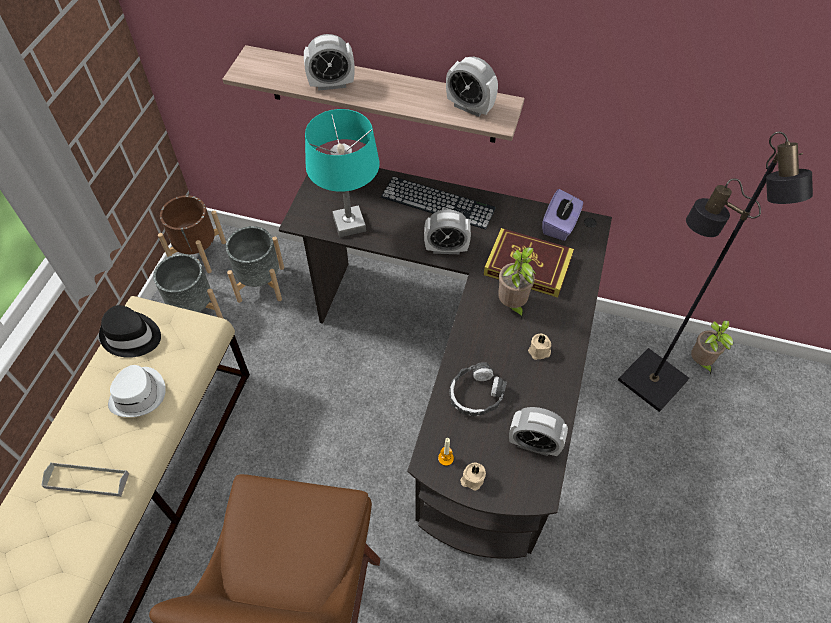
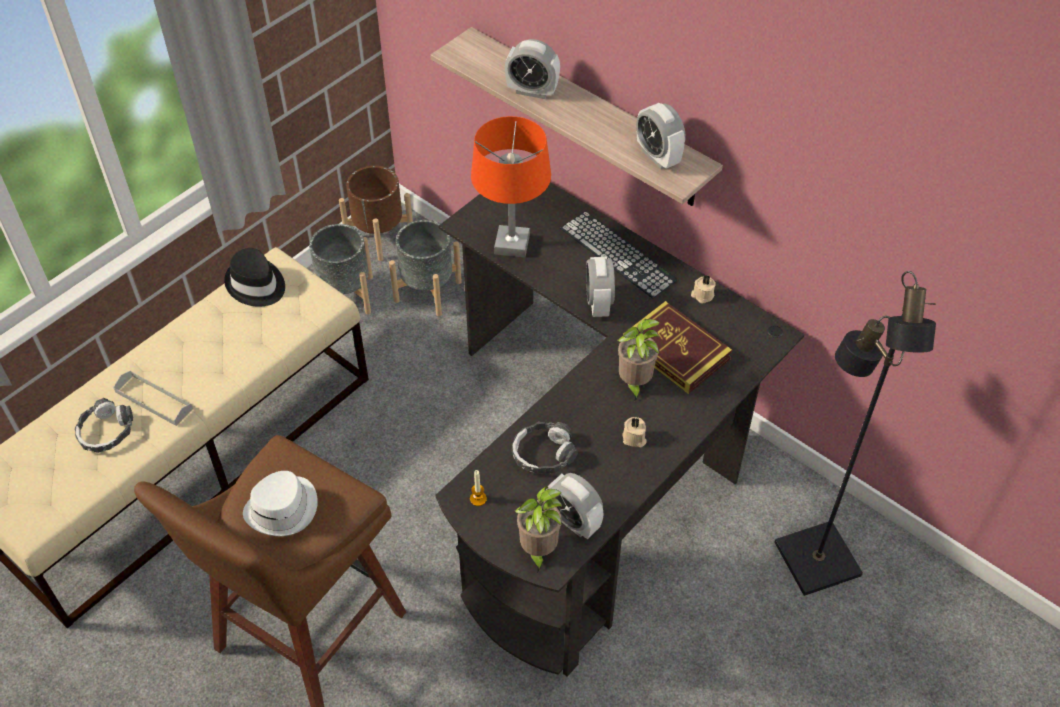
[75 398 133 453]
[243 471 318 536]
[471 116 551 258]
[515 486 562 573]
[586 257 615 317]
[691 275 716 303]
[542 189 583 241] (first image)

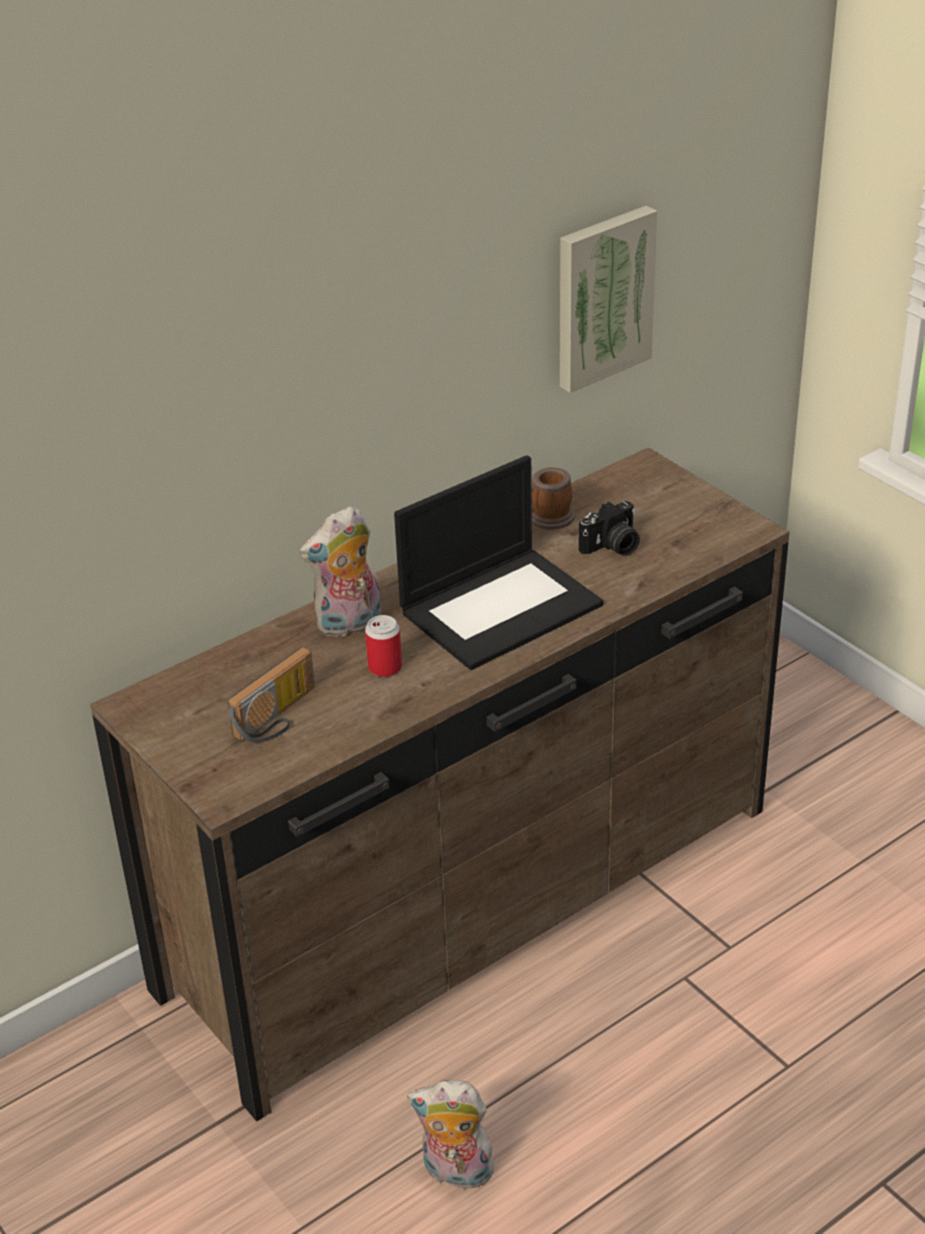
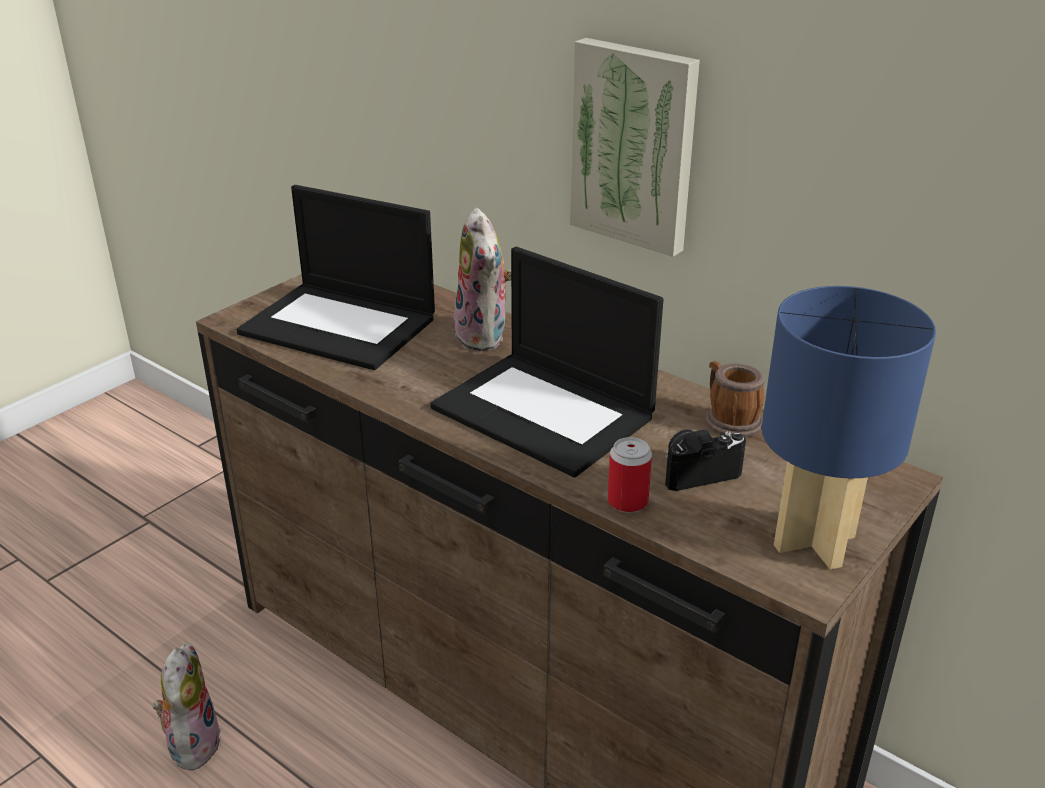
[236 185 435 370]
[454 208 511 351]
[570 38 700 257]
[608 437 652 513]
[665 430 746 491]
[761 286 936 569]

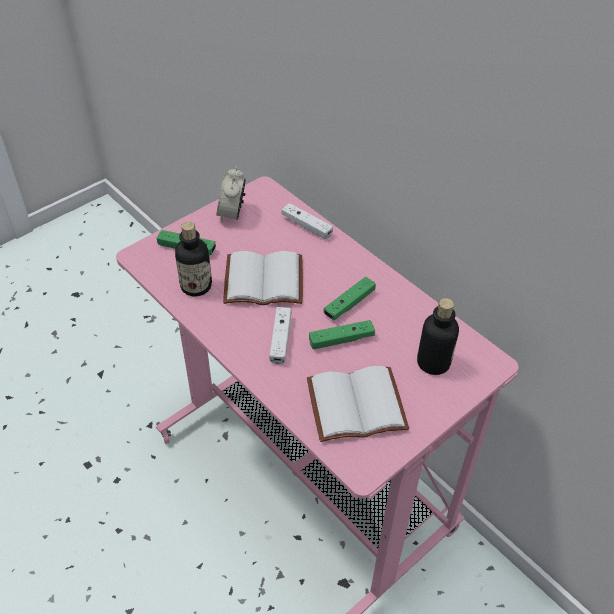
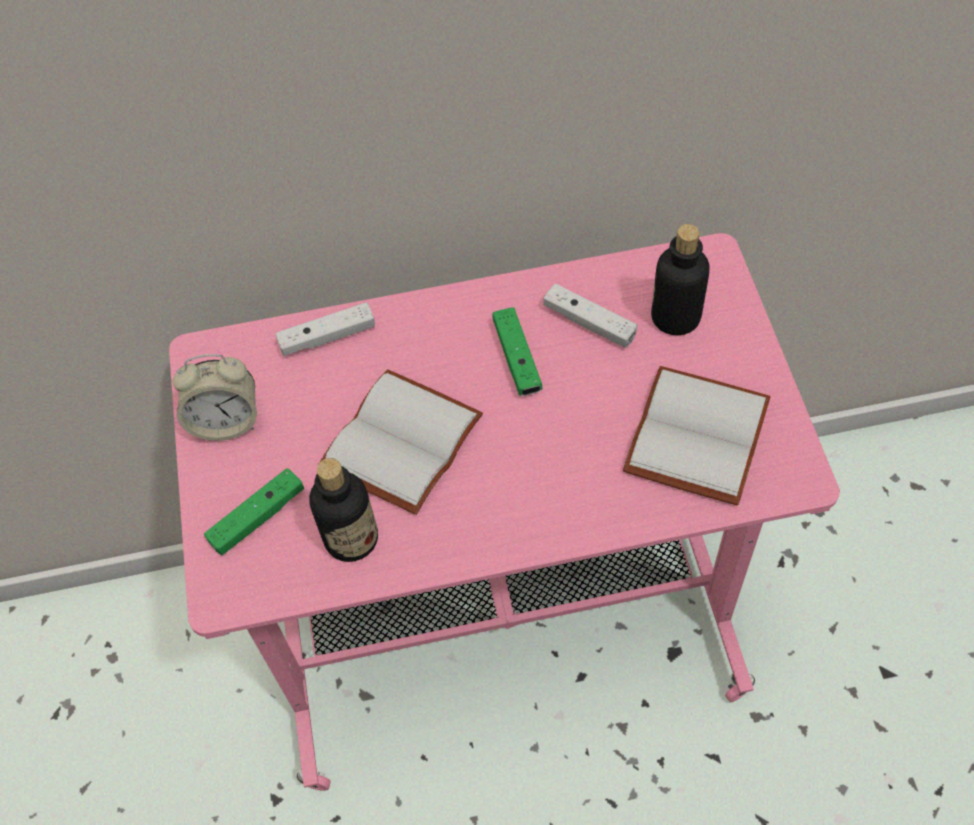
[173 354 257 441]
[543 283 637 348]
[309 320 375 349] (first image)

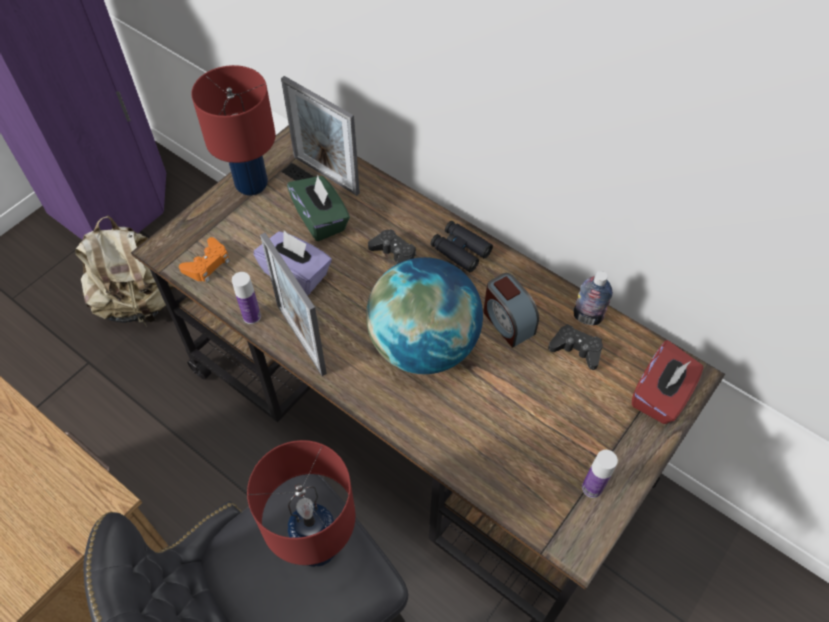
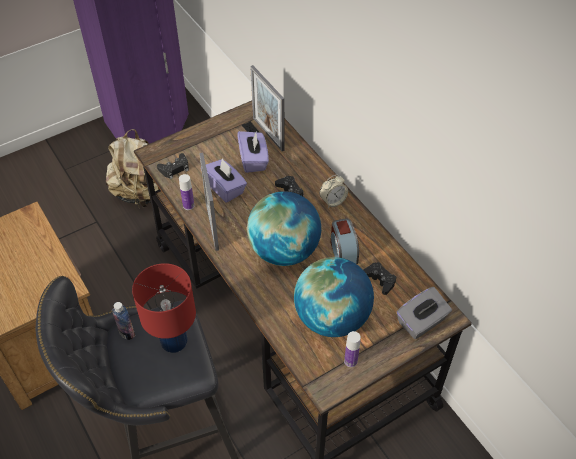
[112 302 135 340]
[157 153 189 179]
[238 130 269 173]
[294 257 374 337]
[320 175 348 208]
[396 287 452 339]
[191 65 276 196] (first image)

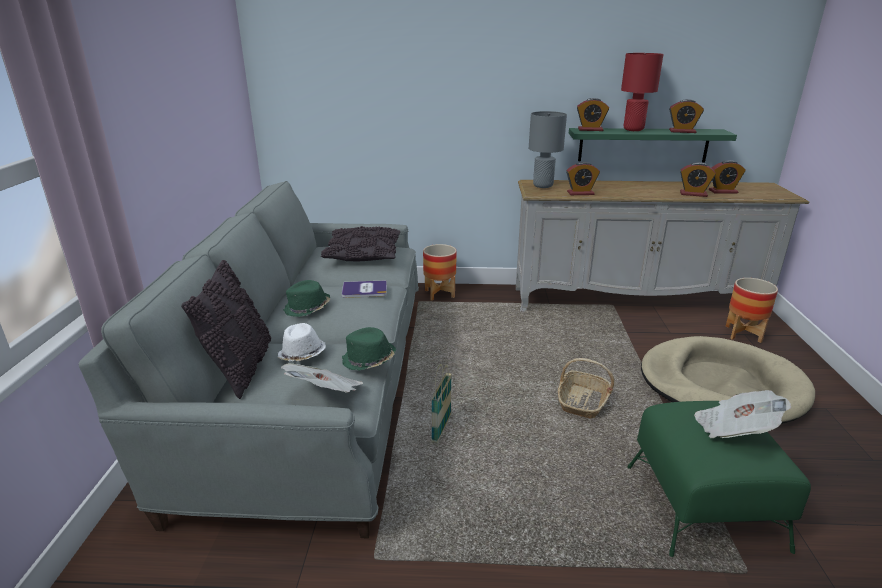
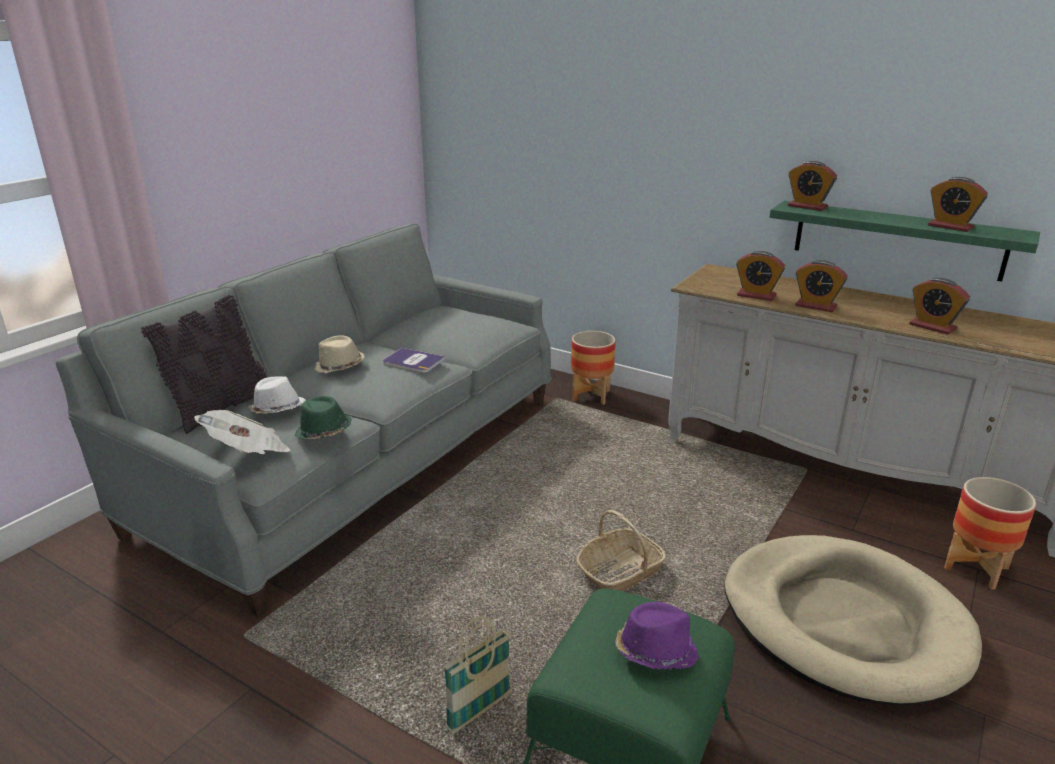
[315 335 365 373]
[444 616 511 734]
[616 602 699 670]
[796 260 848 312]
[321 226 400 261] (first image)
[529 111 567 188] (first image)
[621 53 663 131] (first image)

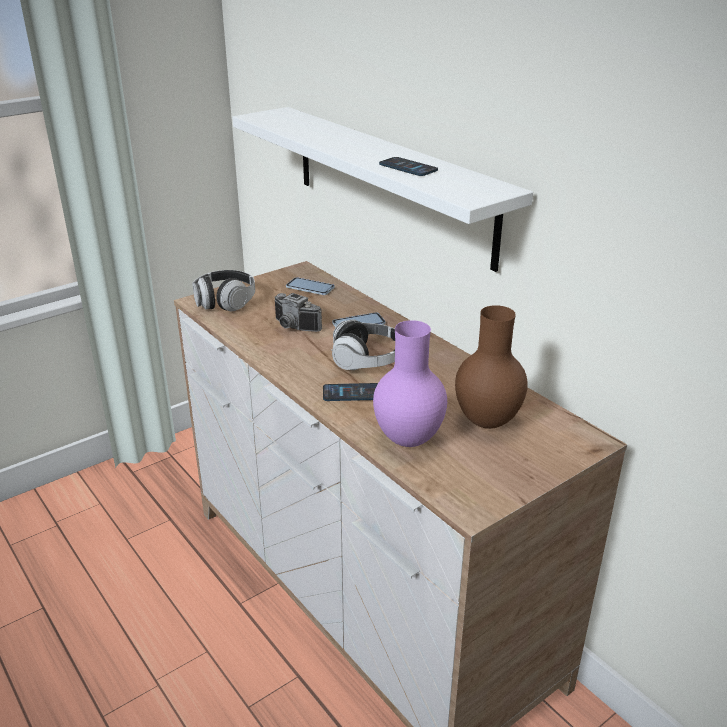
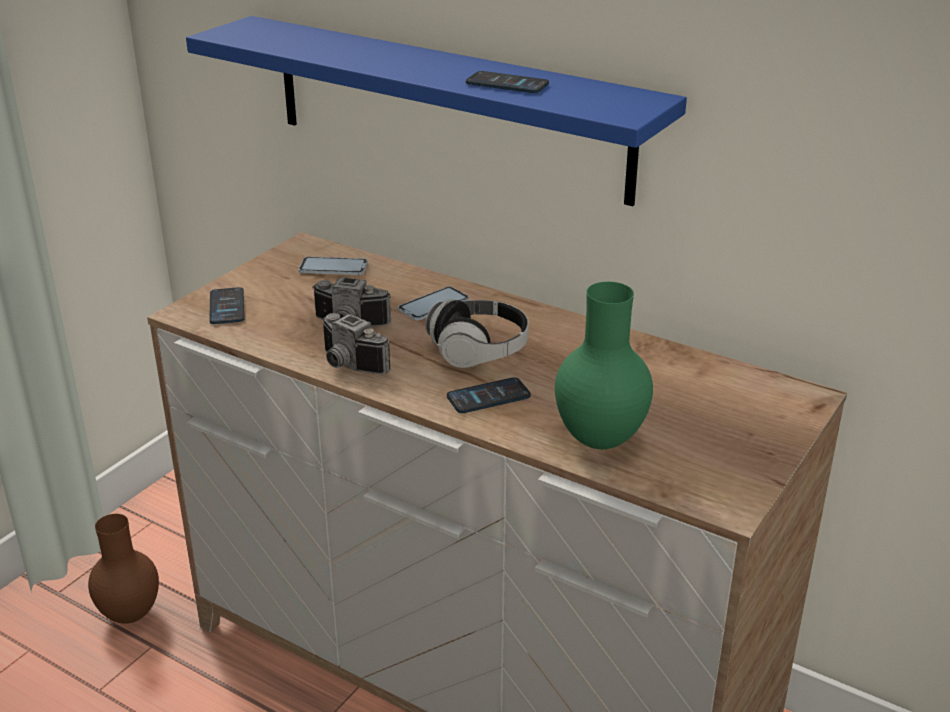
[88 514 159 624]
[186 16 687 206]
[209 287 245 324]
[323 313 391 374]
[555 282 653 449]

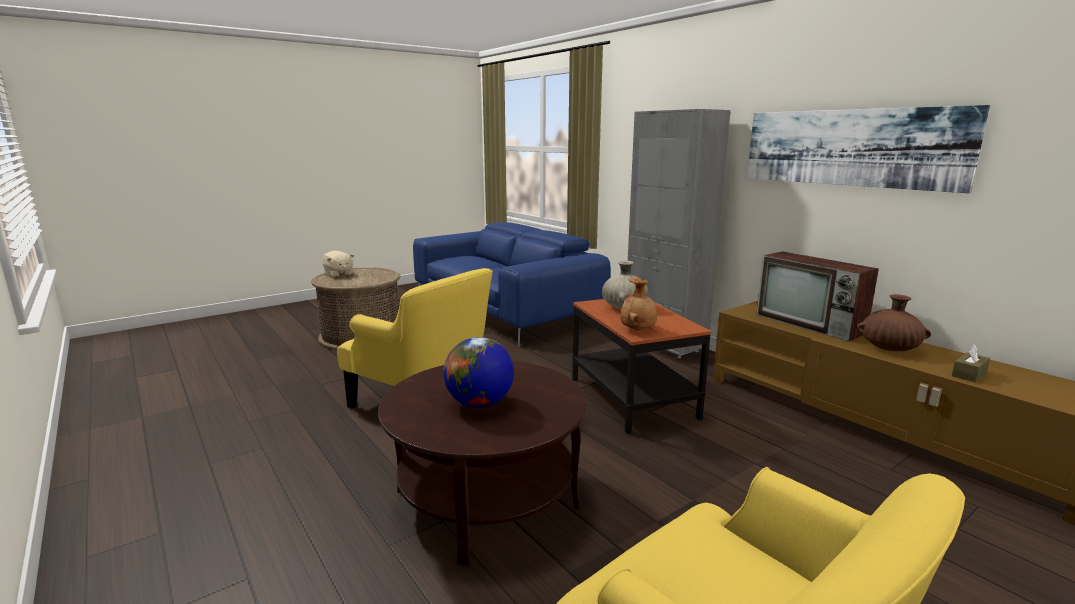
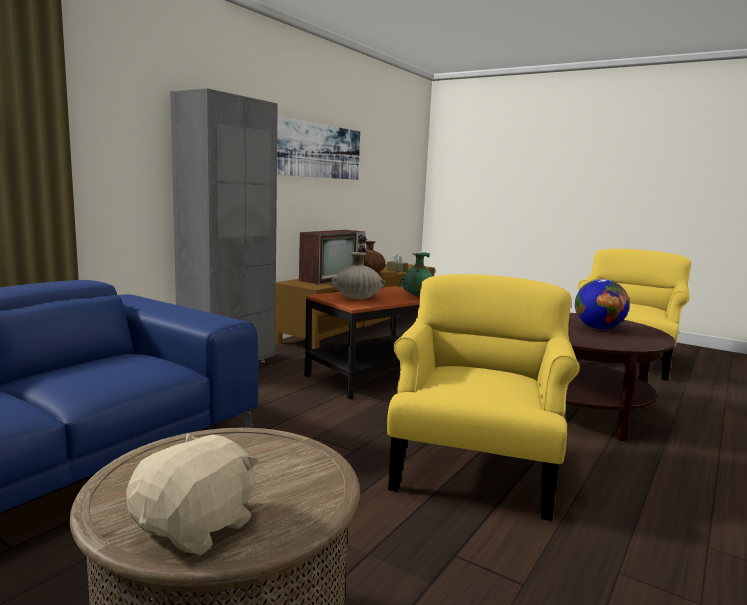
[400 252 433 297]

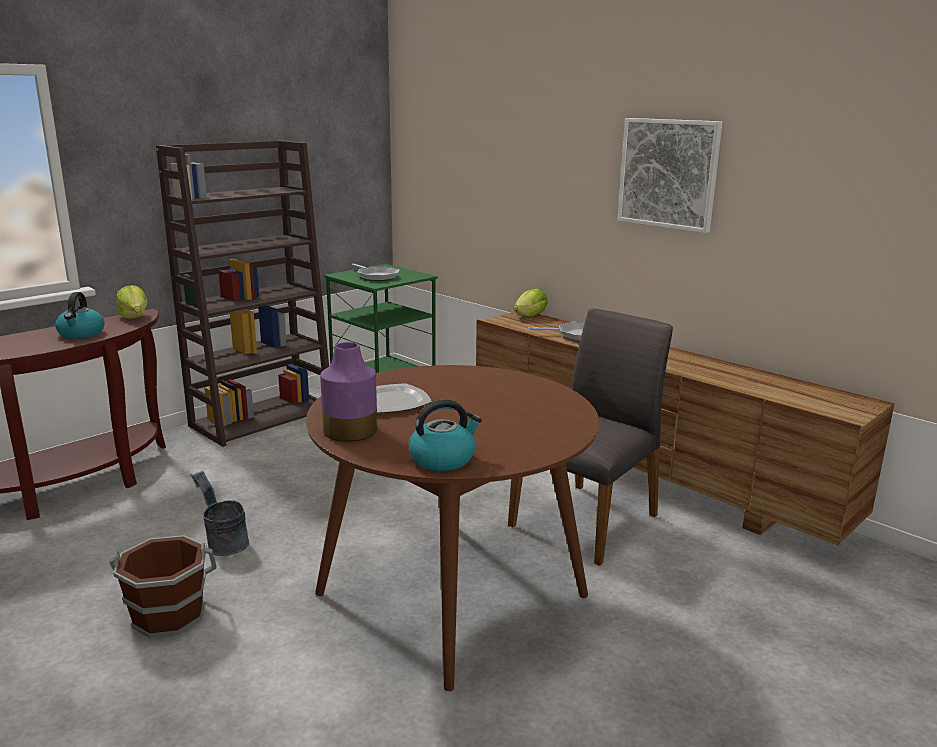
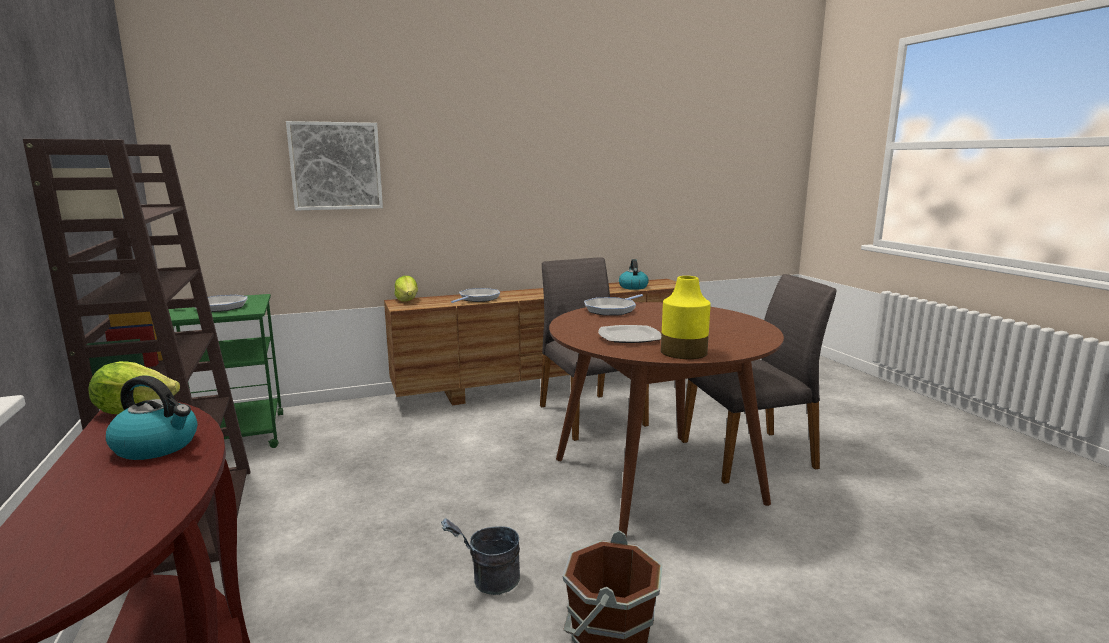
[286 121 383 211]
[584 294 643 316]
[619 259 649 290]
[661 276 711 359]
[681 274 836 484]

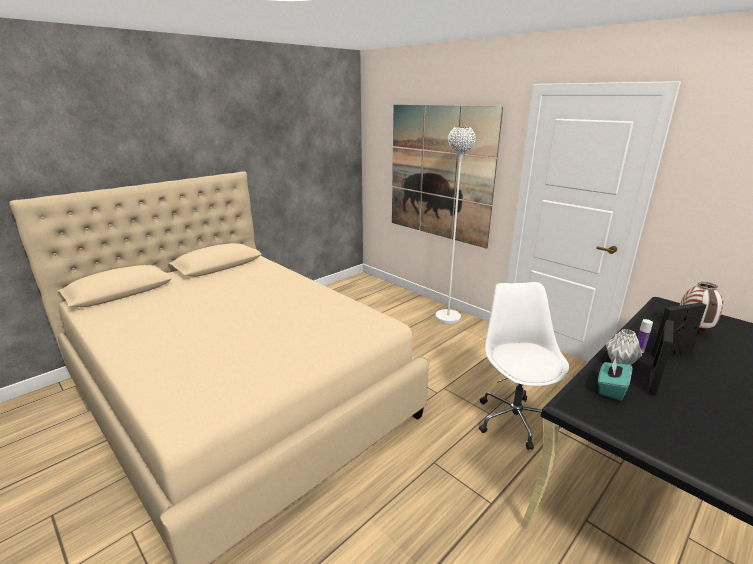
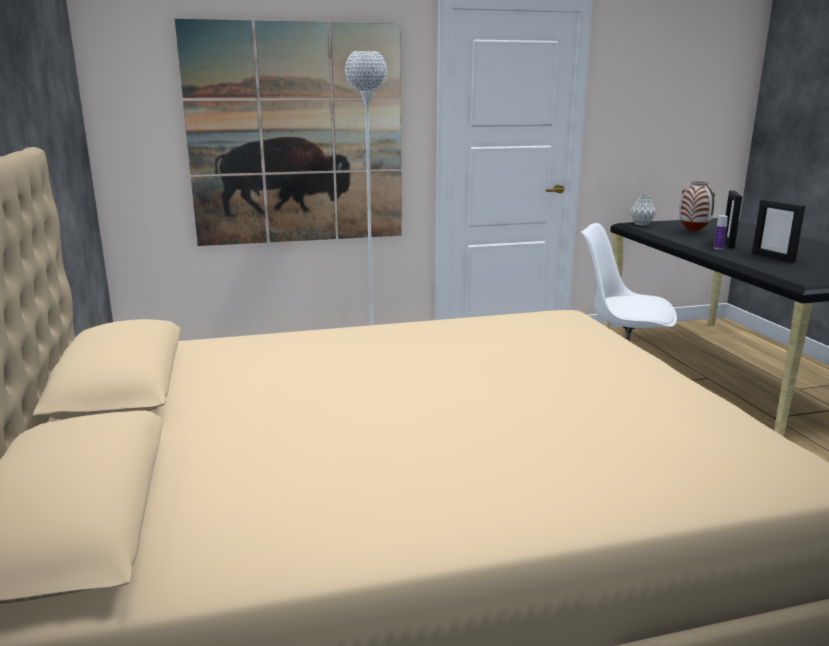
[630 195 657 226]
[598 357 632 401] (first image)

